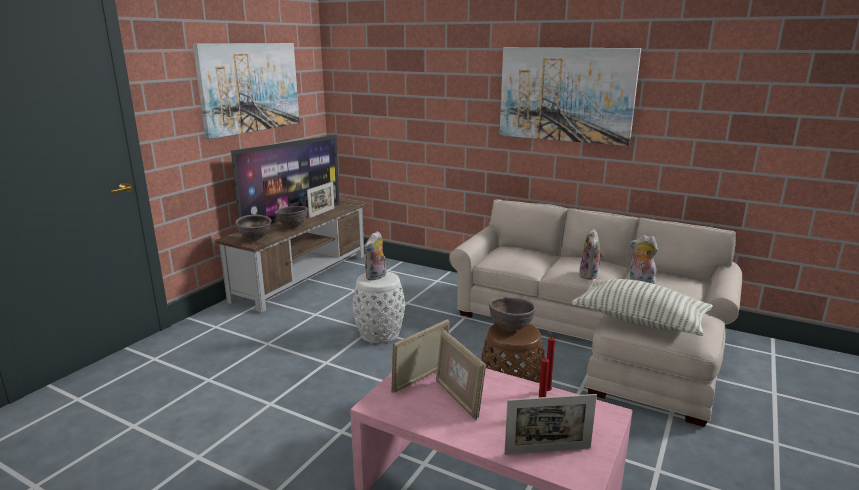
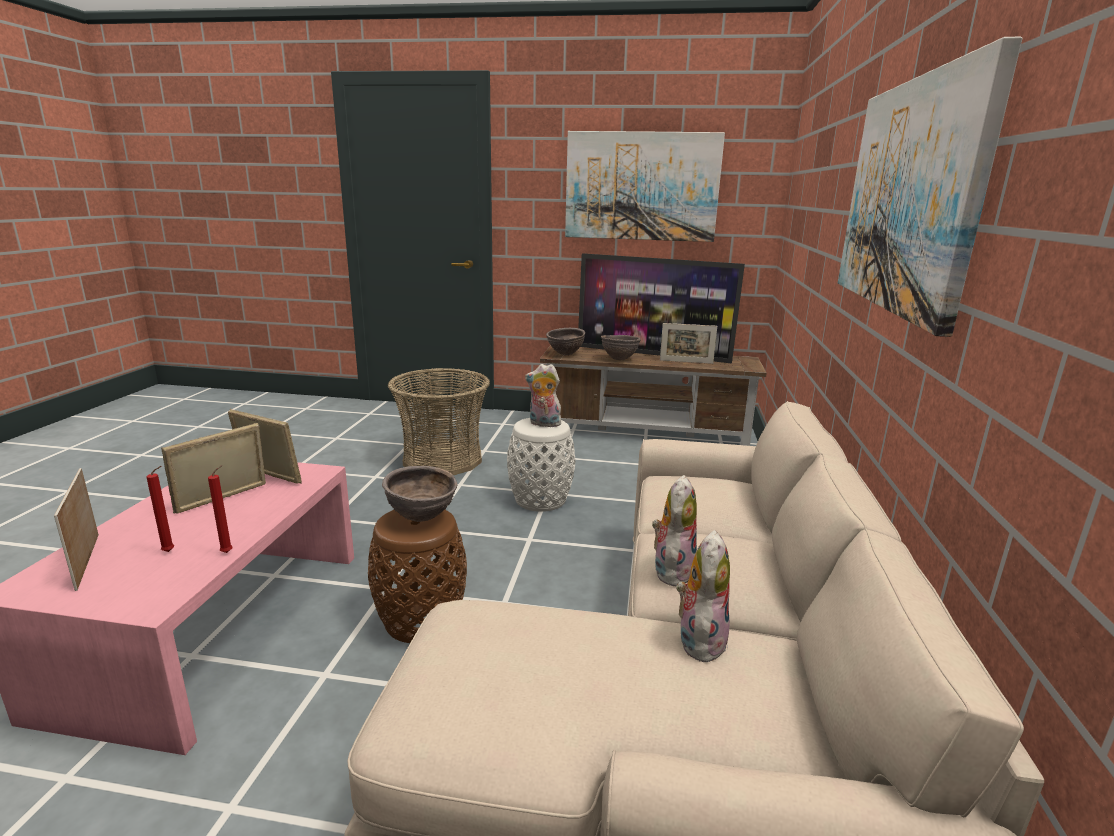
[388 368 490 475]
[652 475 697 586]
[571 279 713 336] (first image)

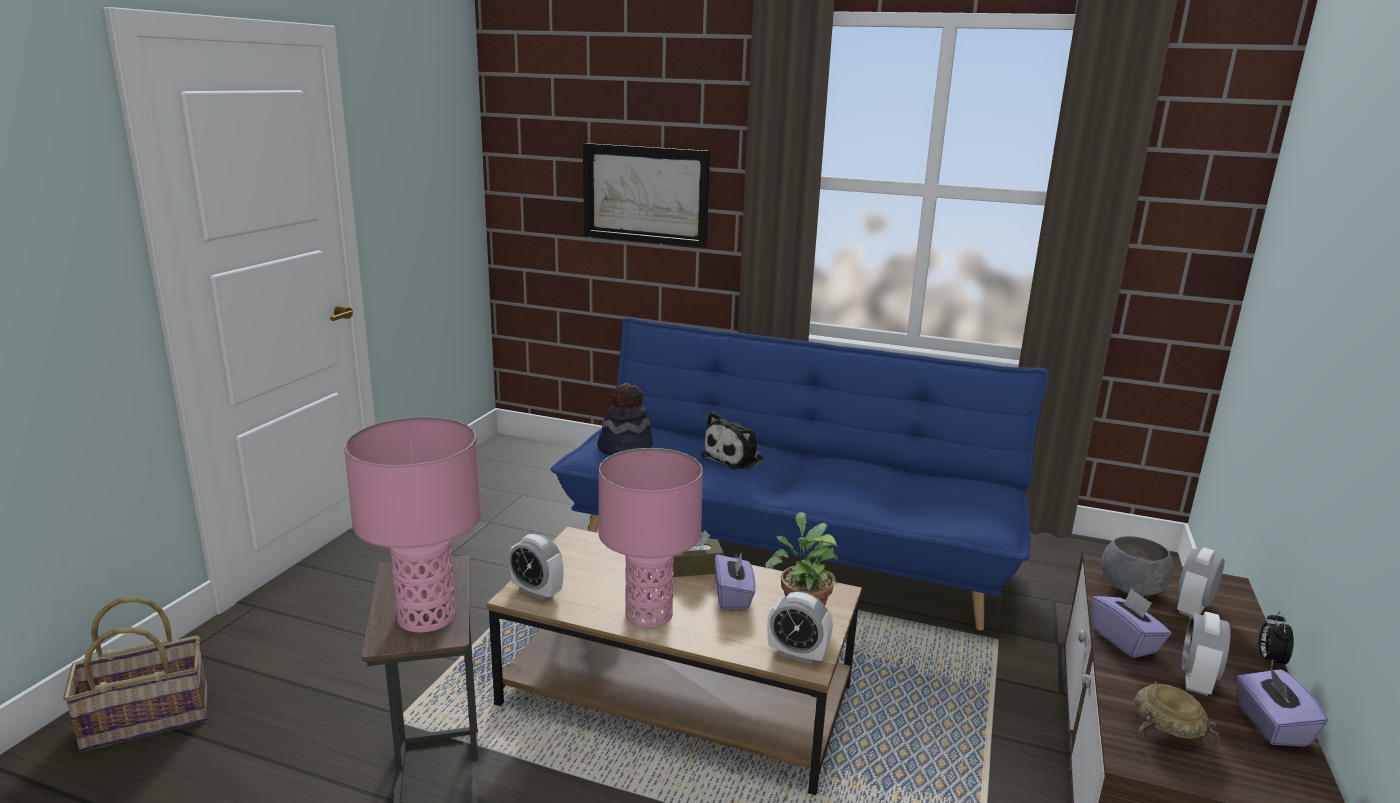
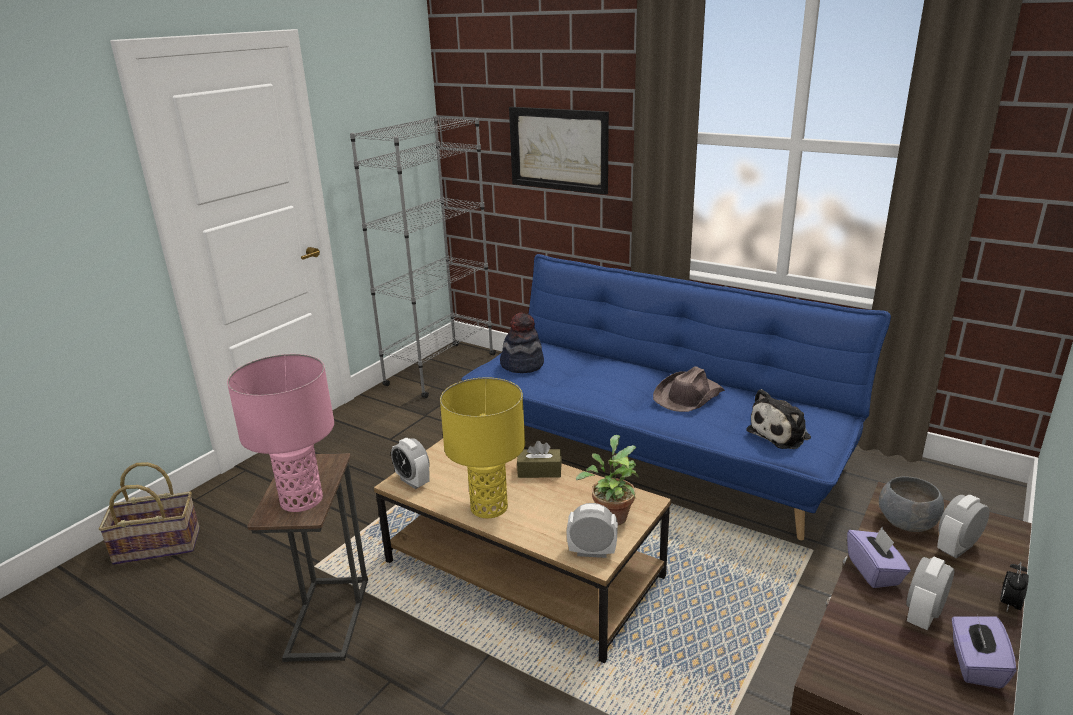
[350 116 496 398]
[440 377 525 518]
[567 503 618 558]
[653 366 725 412]
[746 389 811 449]
[715 551 756 609] (first image)
[1134 682 1219 747] (first image)

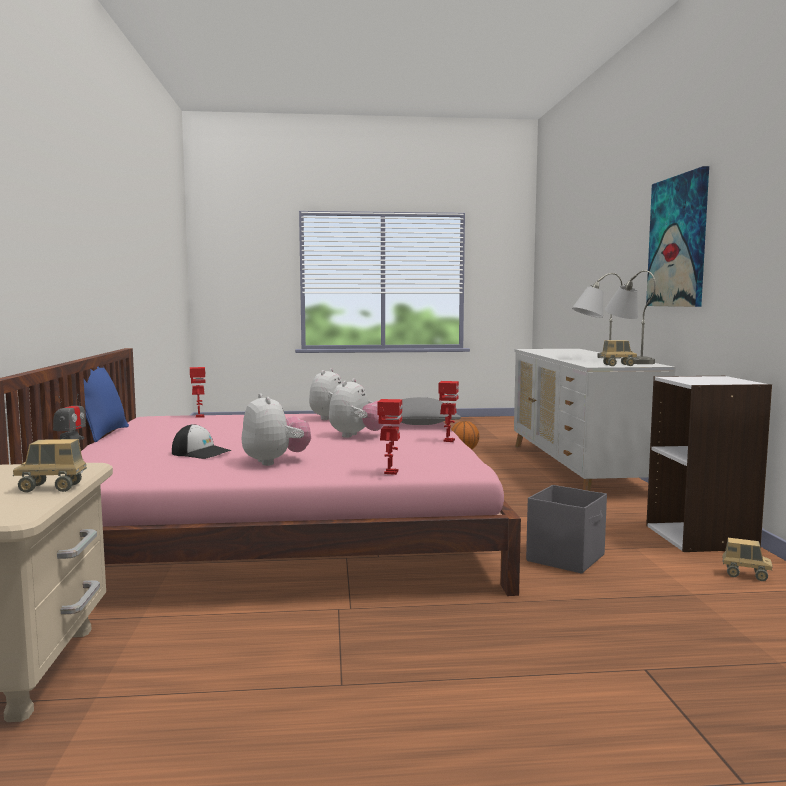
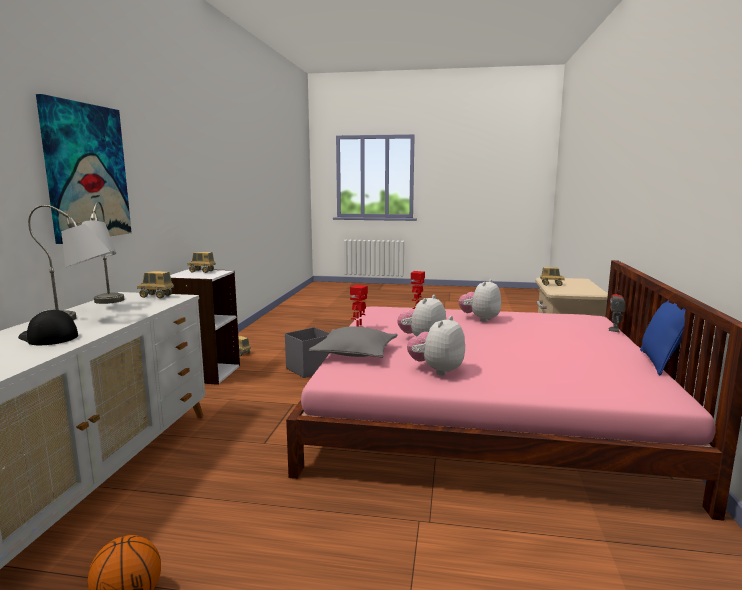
[18 309 78 345]
[187 252 216 273]
[459 279 501 322]
[190 367 206 418] (first image)

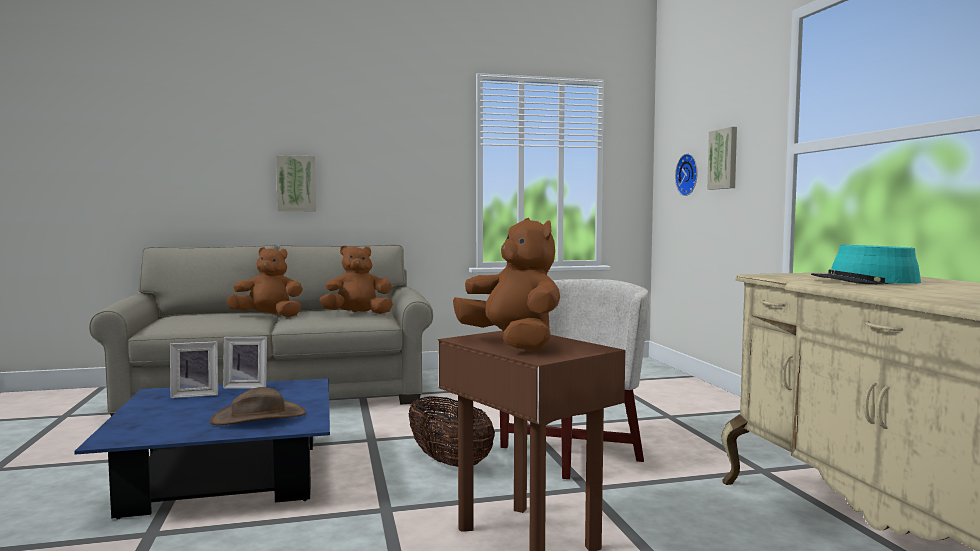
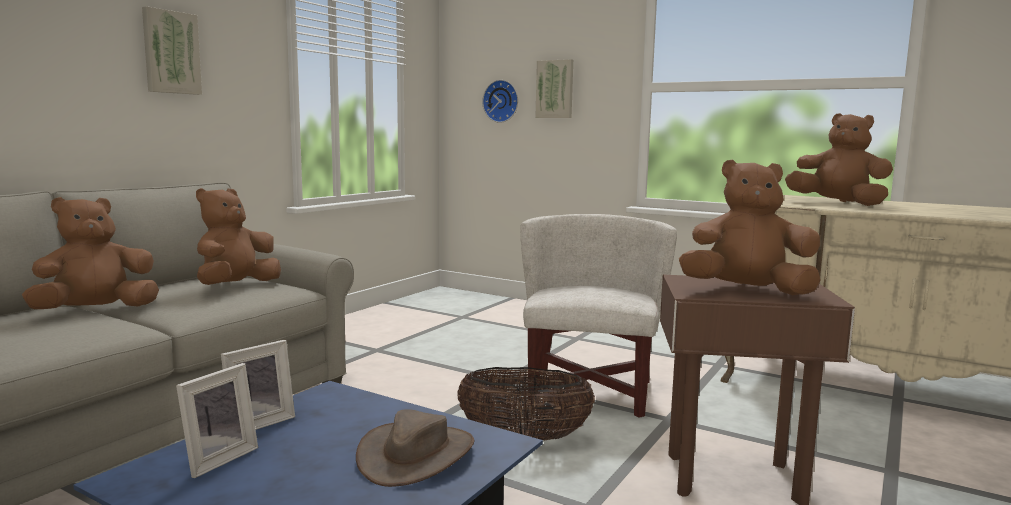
[142 6 202 95]
[785 113 893 206]

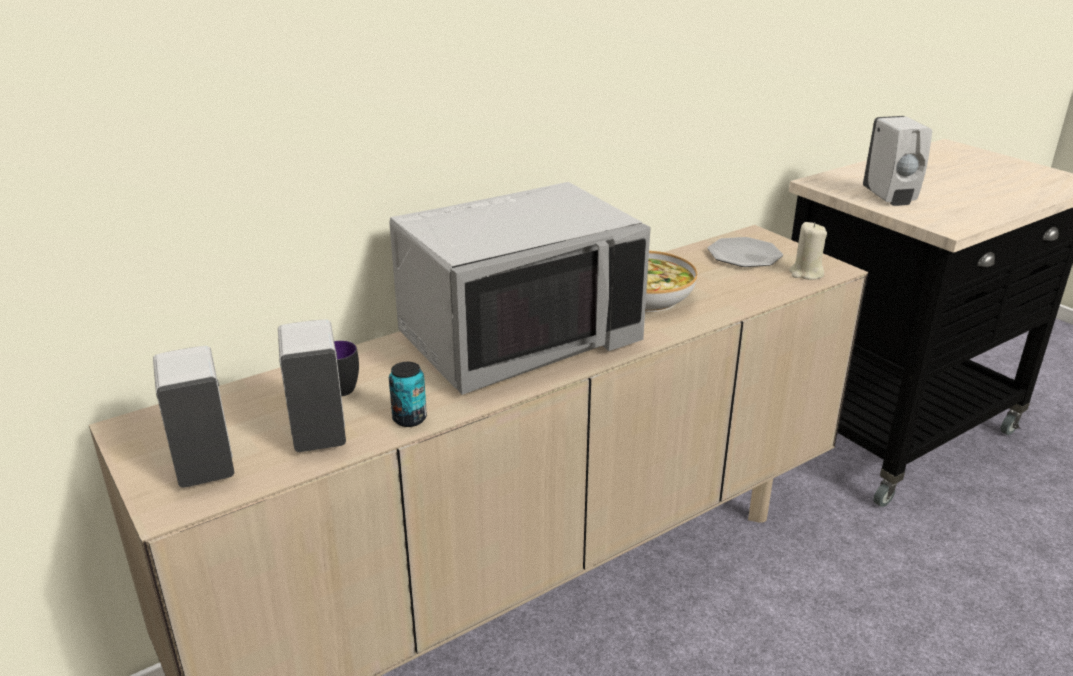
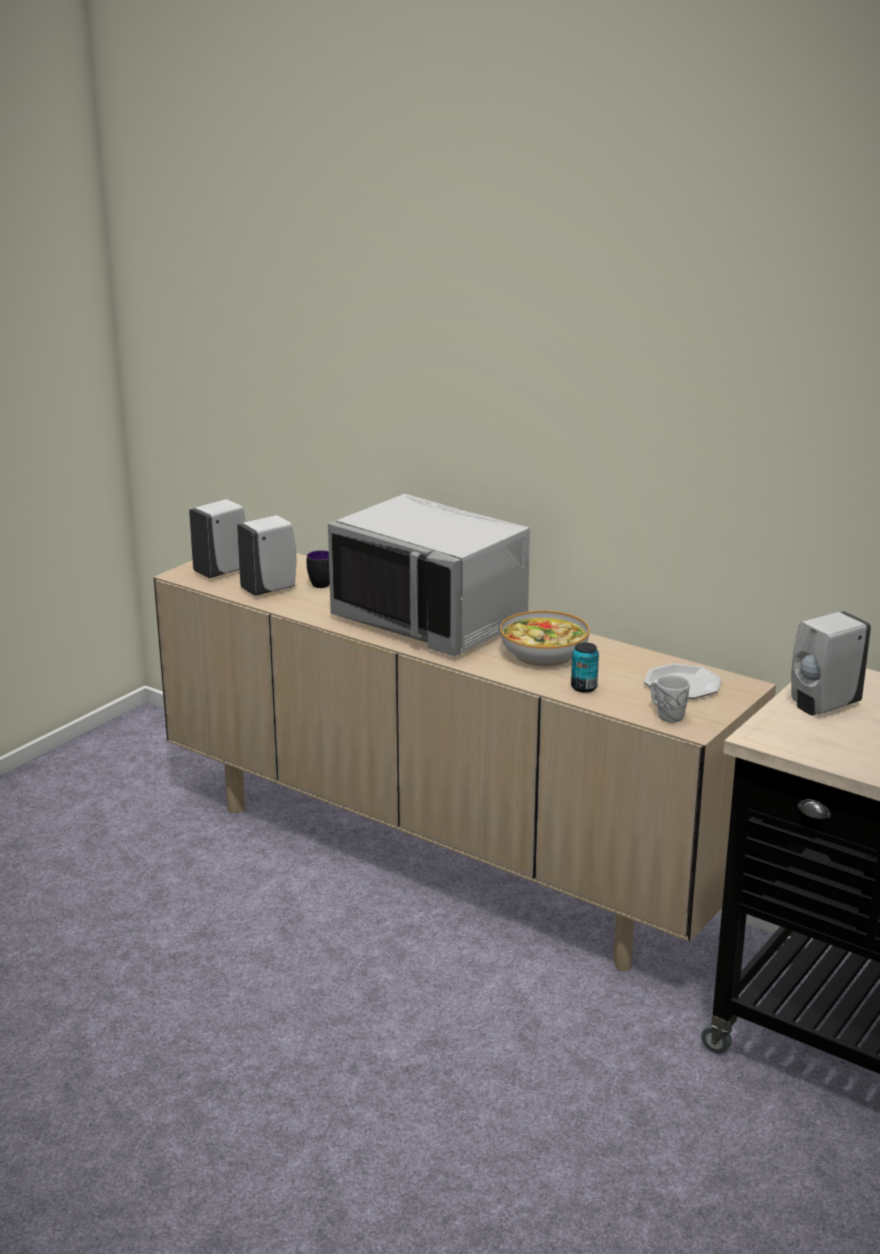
[571 643 599 693]
[650 675 690 722]

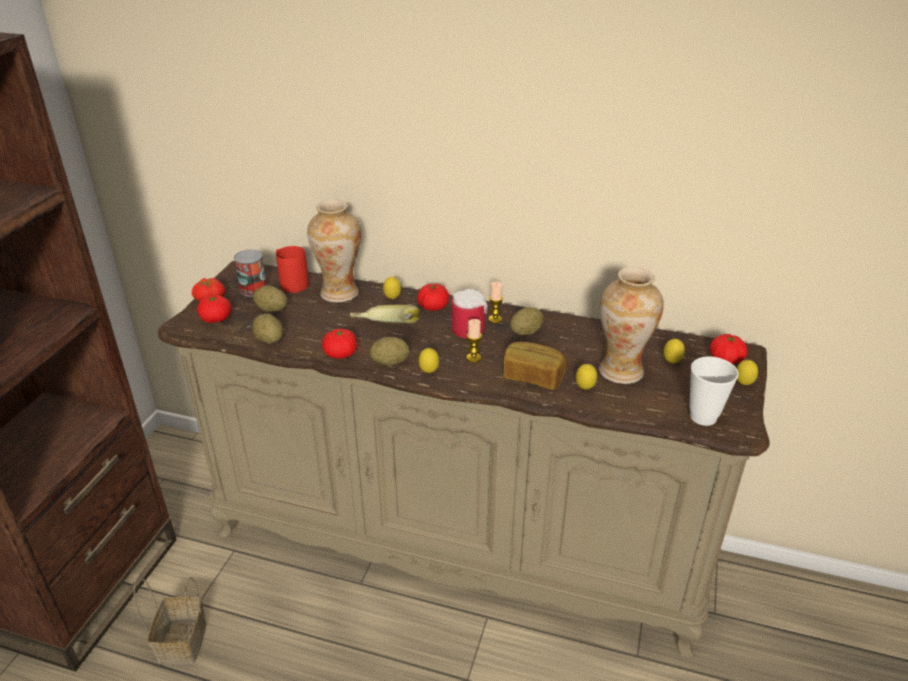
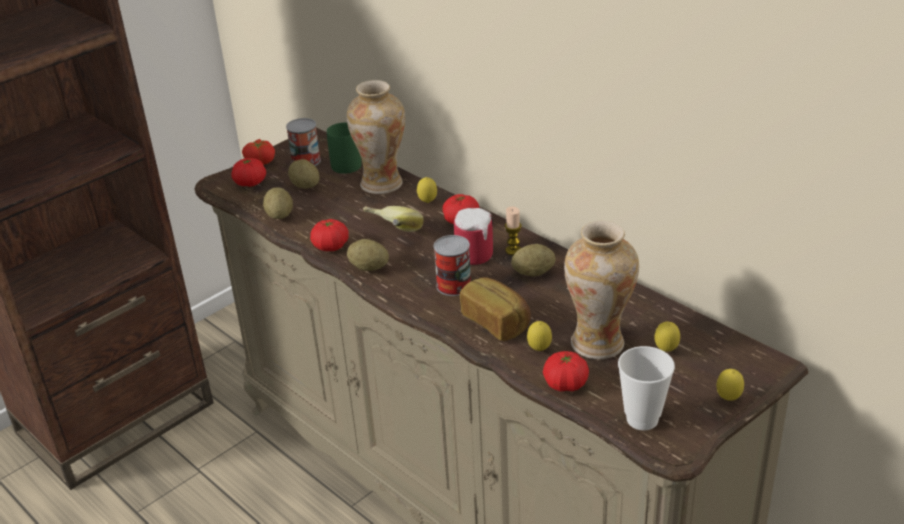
[327 123 362 174]
[434 235 471 296]
[543 351 589 392]
[134 577 206 665] (first image)
[419 348 439 373] (first image)

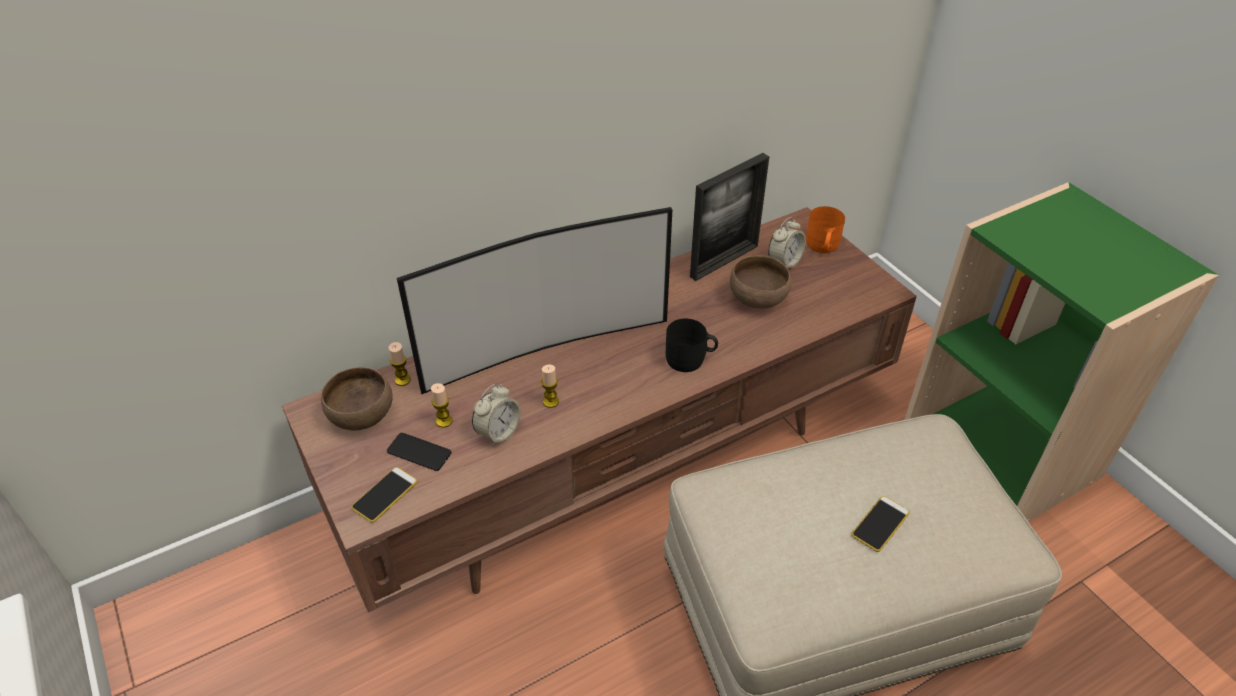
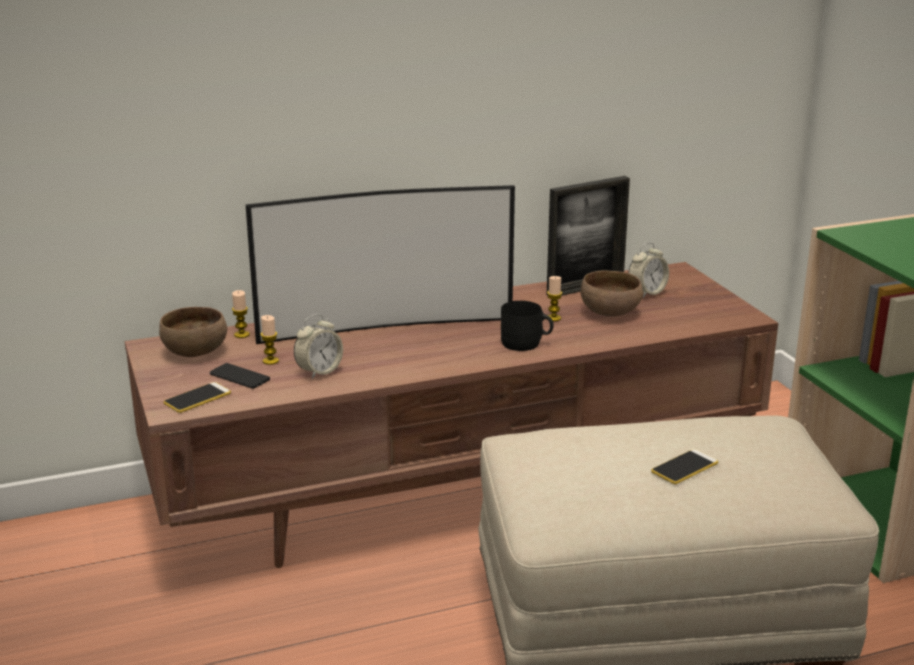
[547 276 562 321]
[806 206 845 253] (first image)

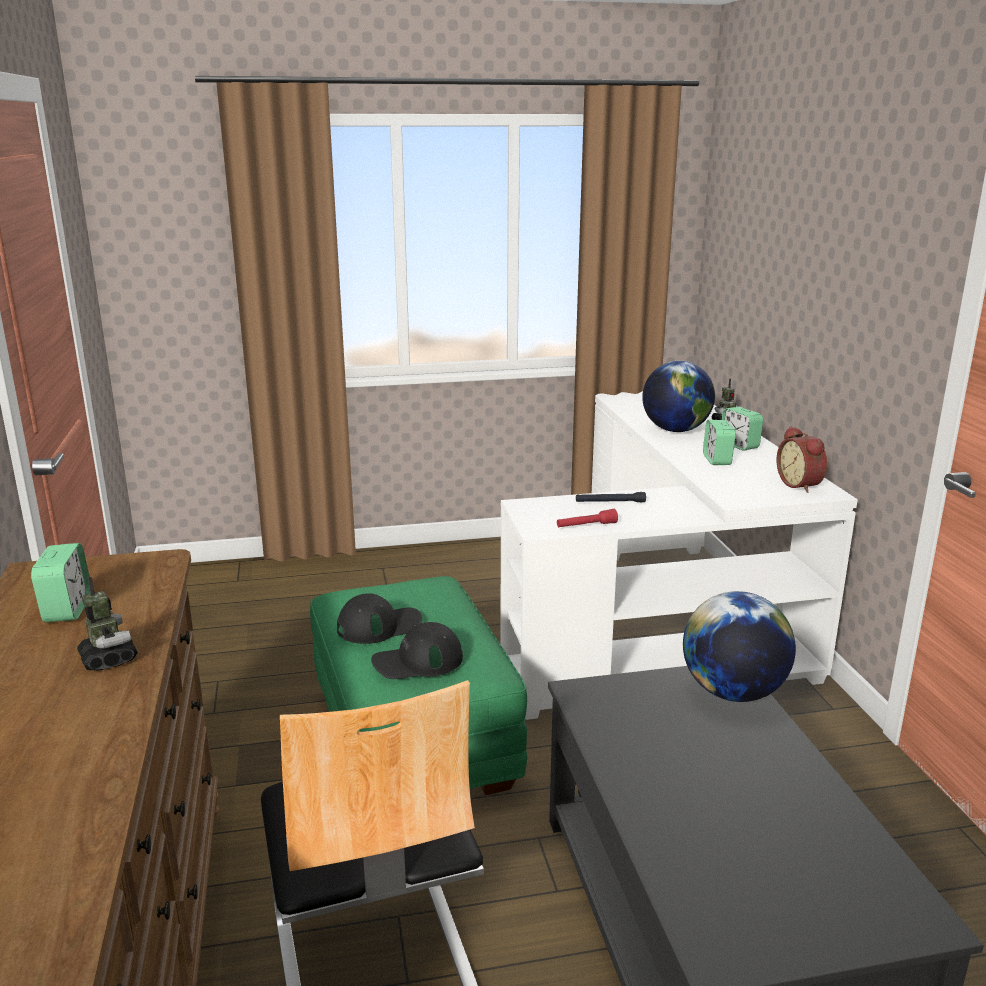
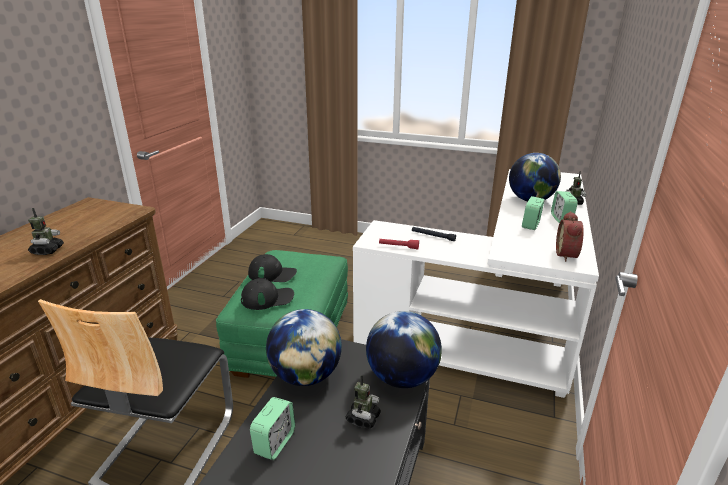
[241 278 294 310]
[250 397 295 460]
[266 309 342 386]
[345 375 381 428]

